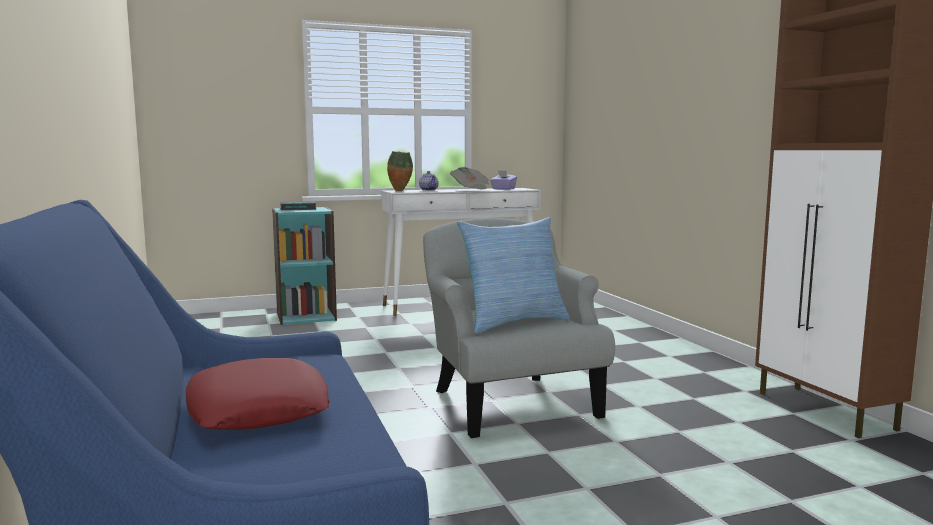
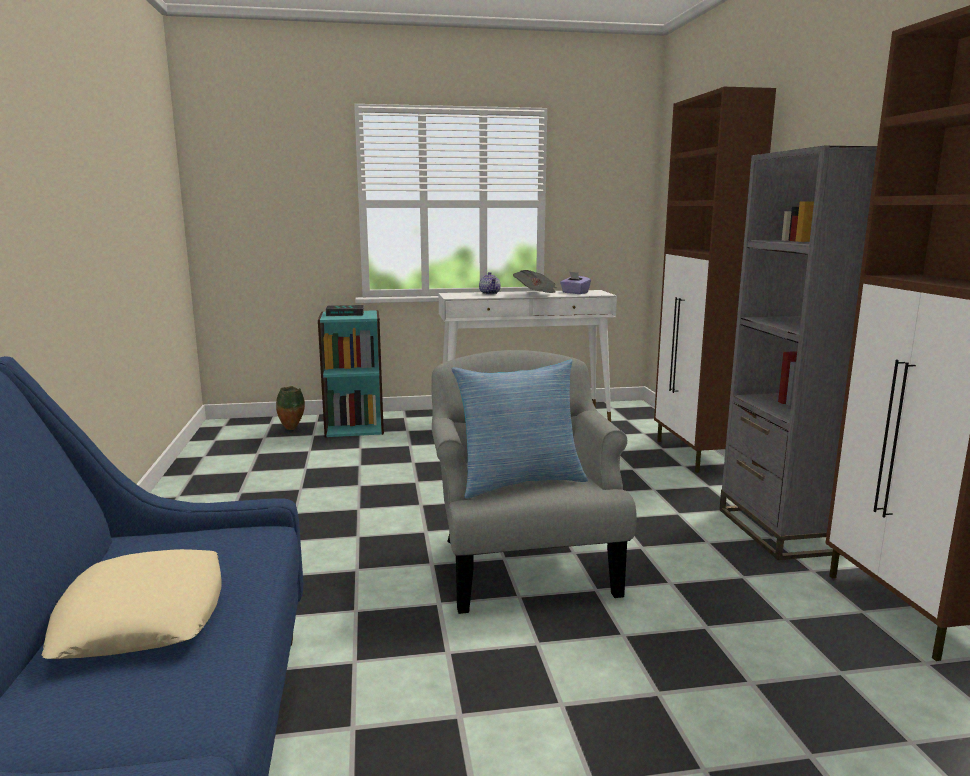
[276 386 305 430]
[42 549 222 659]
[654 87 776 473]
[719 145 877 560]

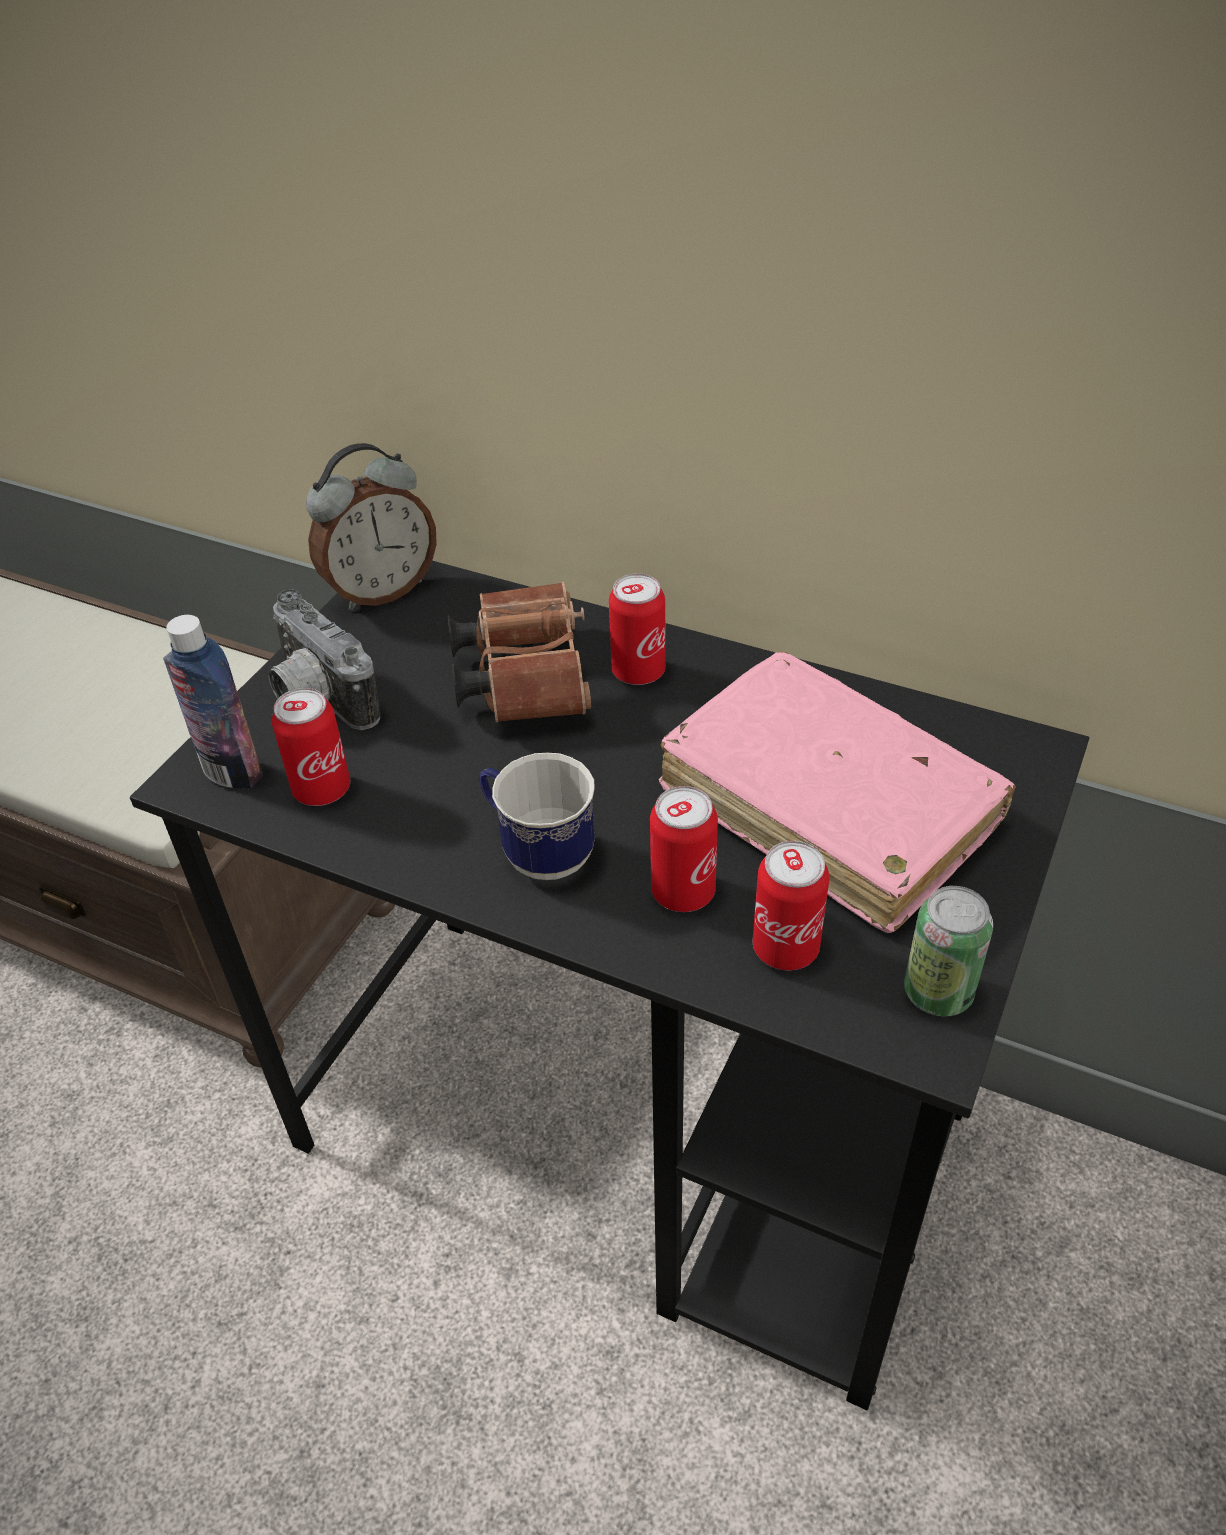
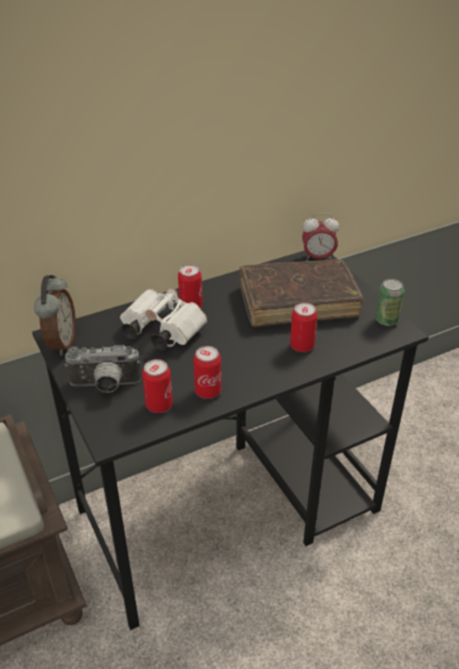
[120 289 207 350]
[163 615 263 789] (first image)
[239 259 364 327]
[479 753 595 880] (first image)
[194 346 221 399]
[302 213 339 261]

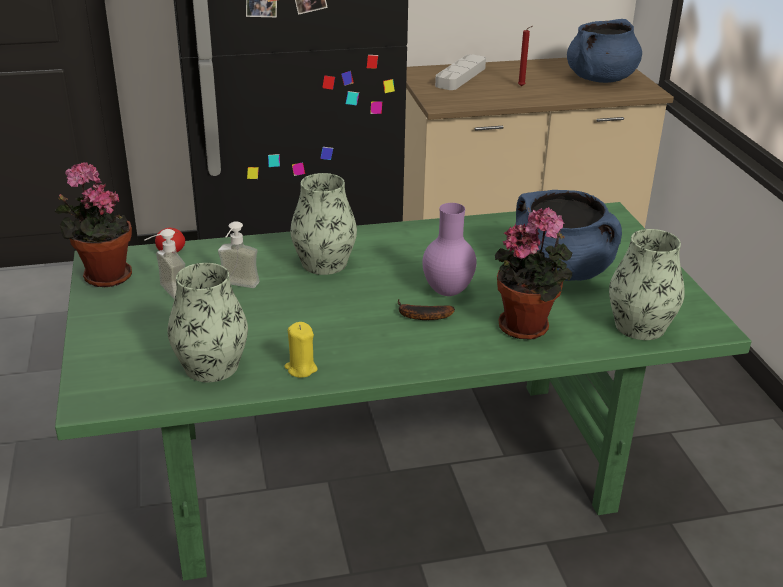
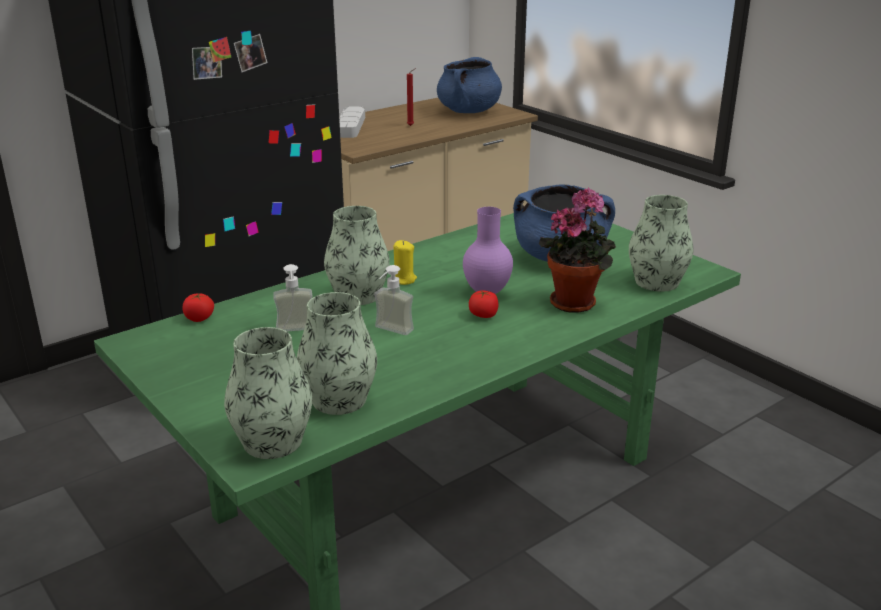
[55 162 132 287] (first image)
[374 265 414 335]
[469 290 498 318]
[393 240 417 285]
[224 327 312 459]

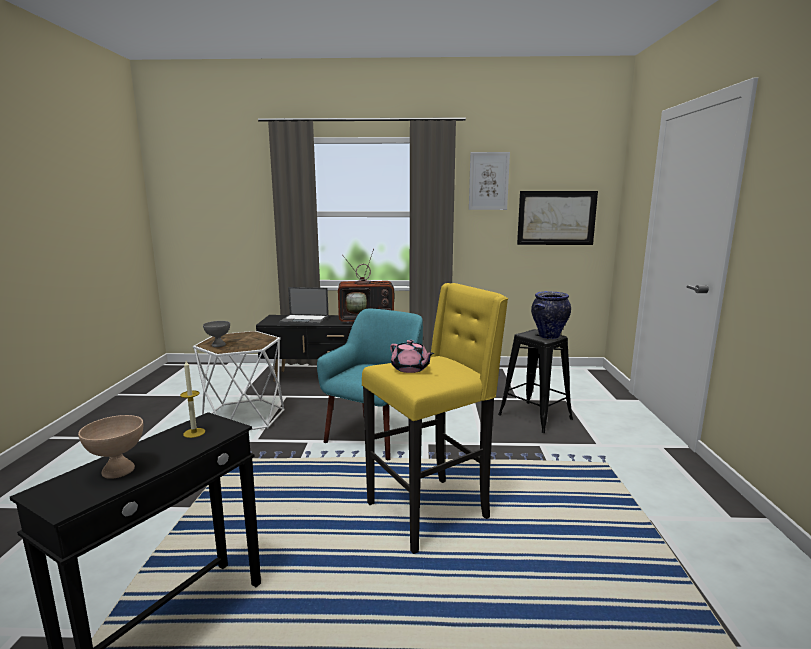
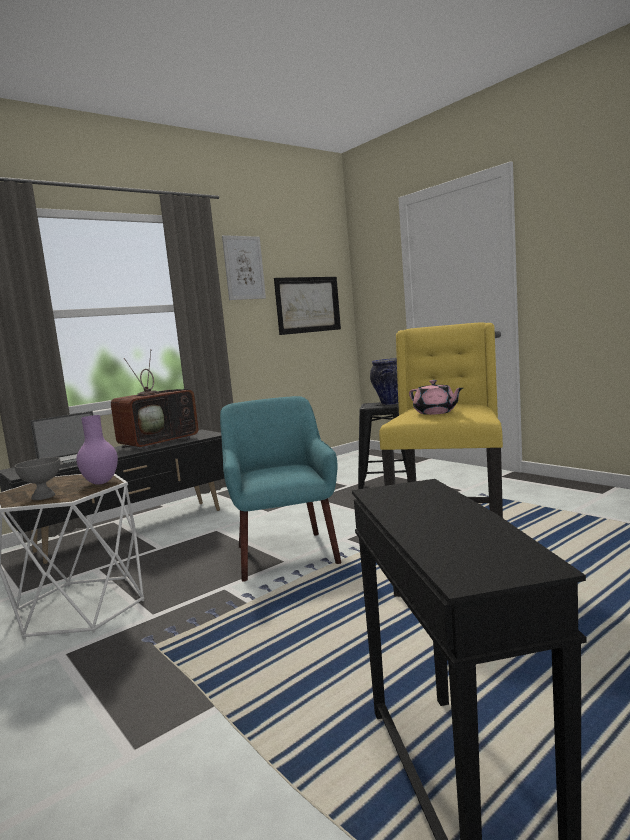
[409 380 463 415]
[180 361 205 438] (first image)
[78 415 143 479] (first image)
[76 415 118 485]

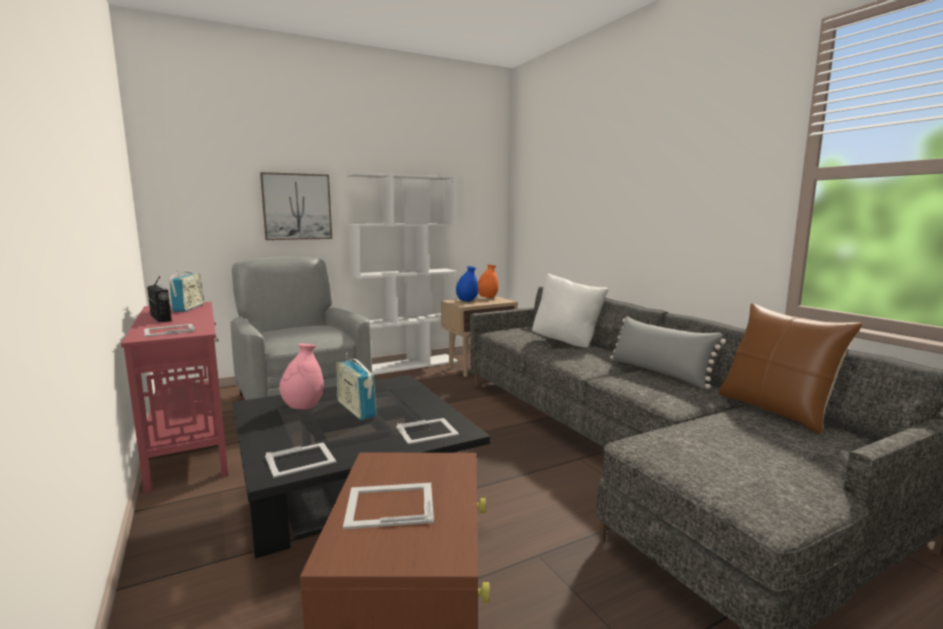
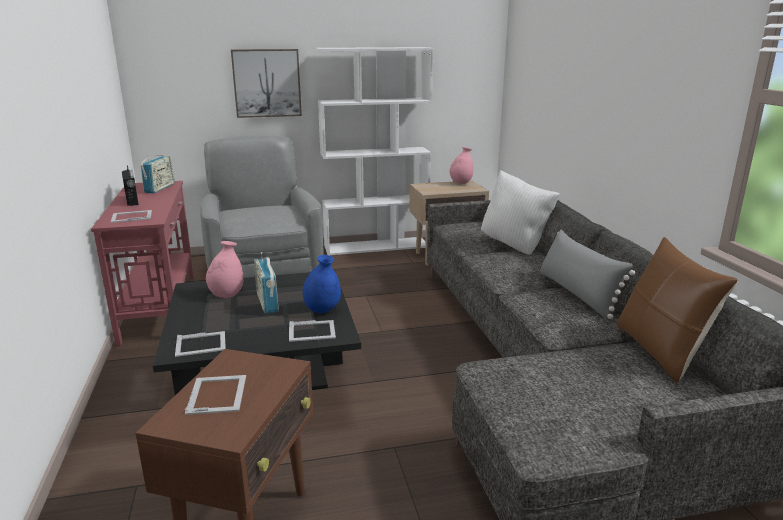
[450 147 473 184]
[303 255 341 313]
[185 375 246 415]

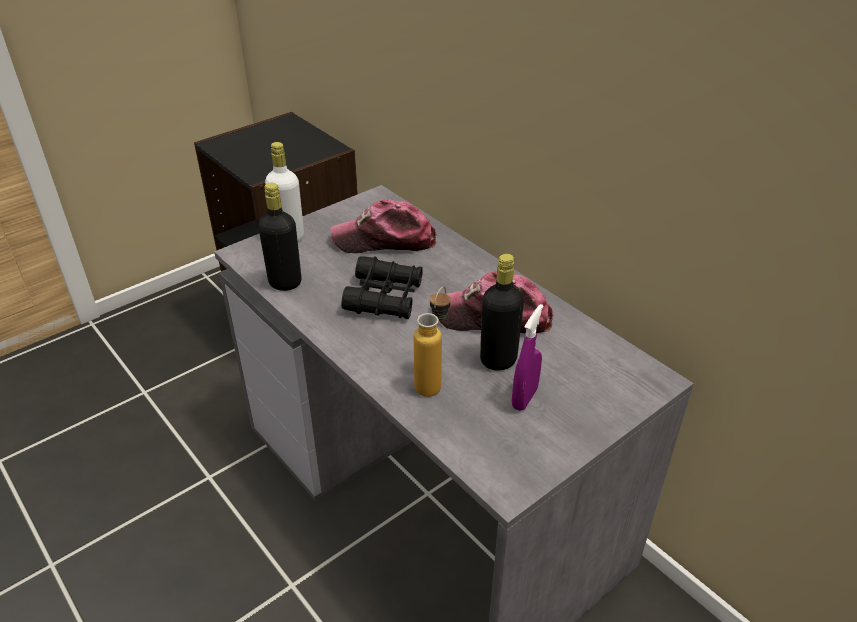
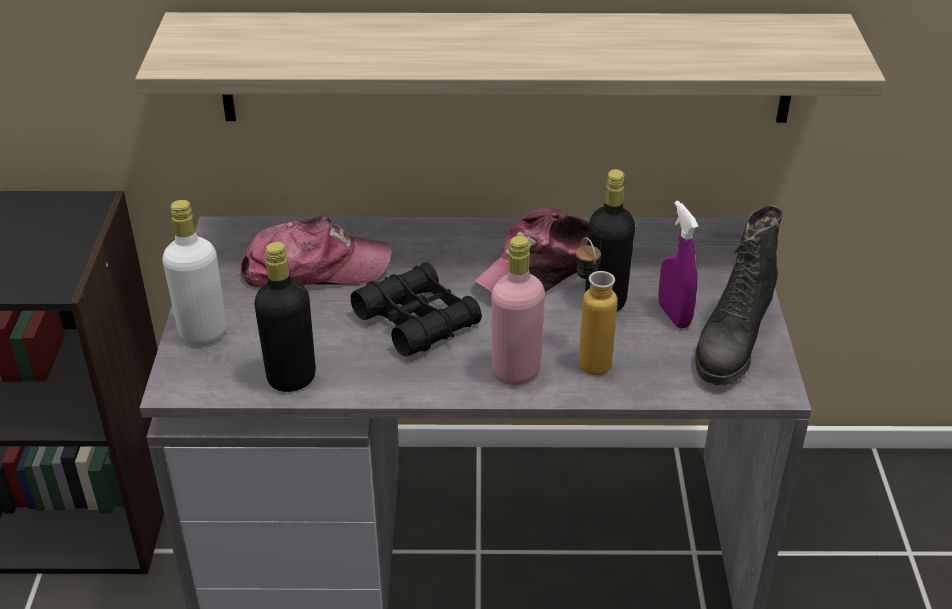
[240 215 392 287]
[135 12 886 123]
[695 205 783 385]
[491 236 545 385]

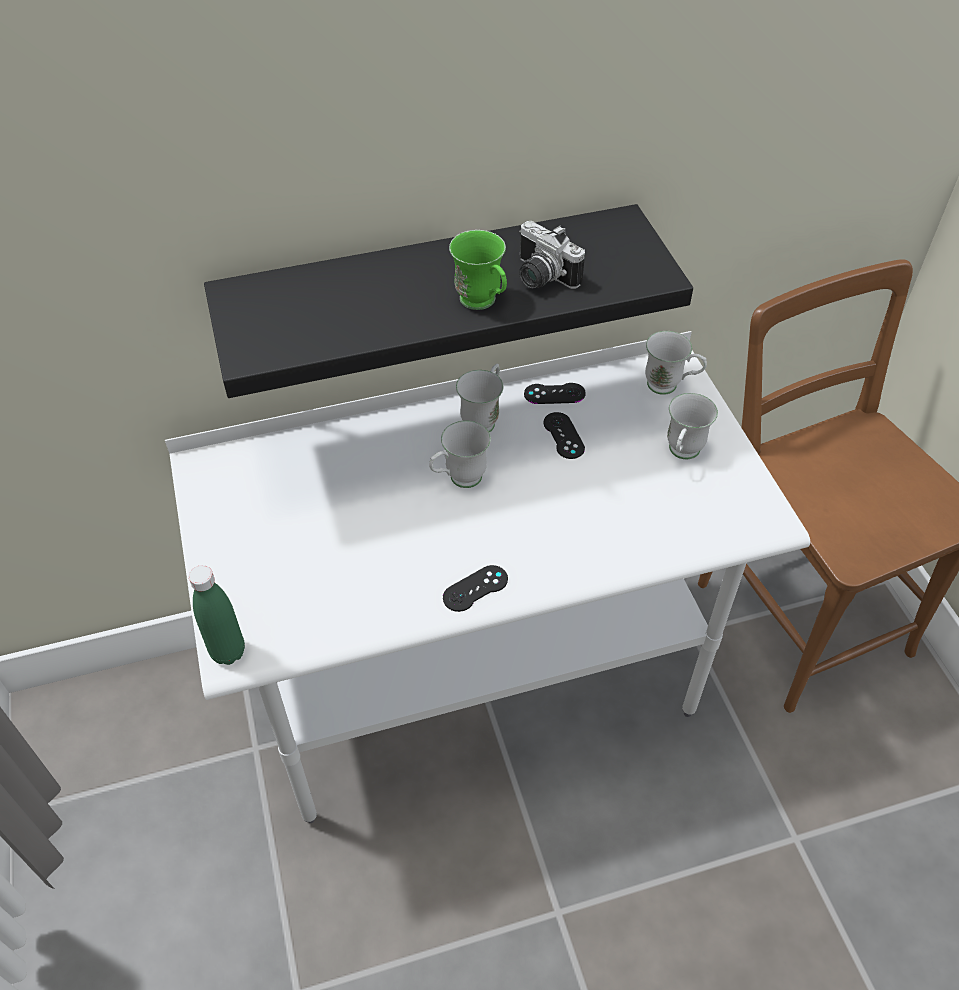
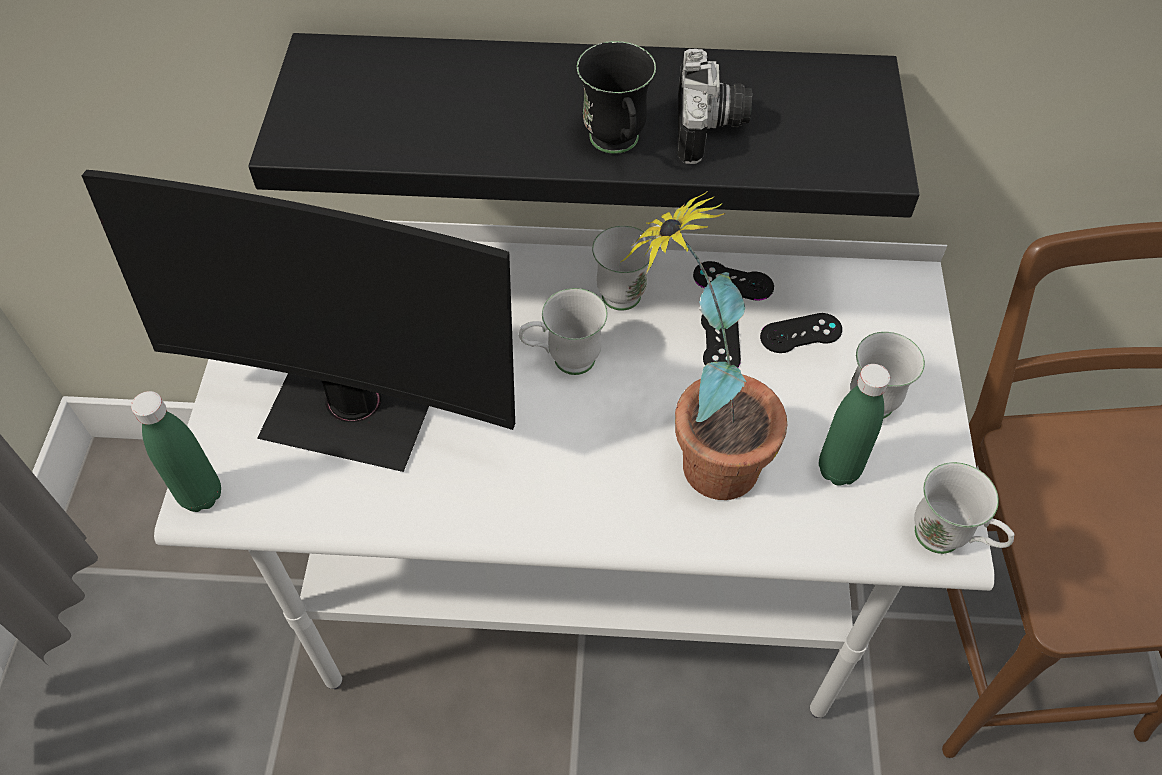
[678 49 752 164]
[577 41 656 154]
[914 462 1015 554]
[760 313 842 353]
[81 170 515 472]
[620 191 787 500]
[819 364 890 486]

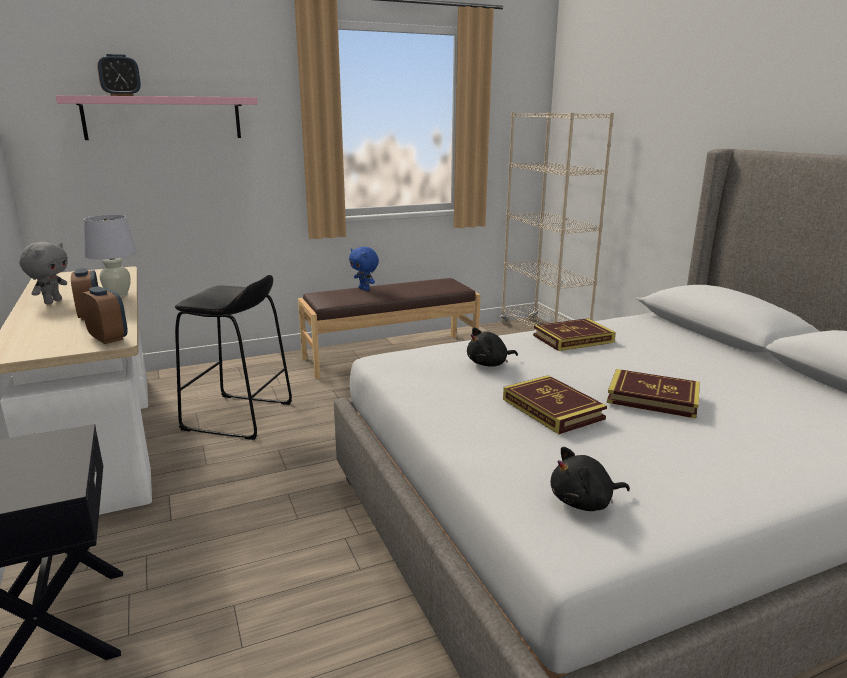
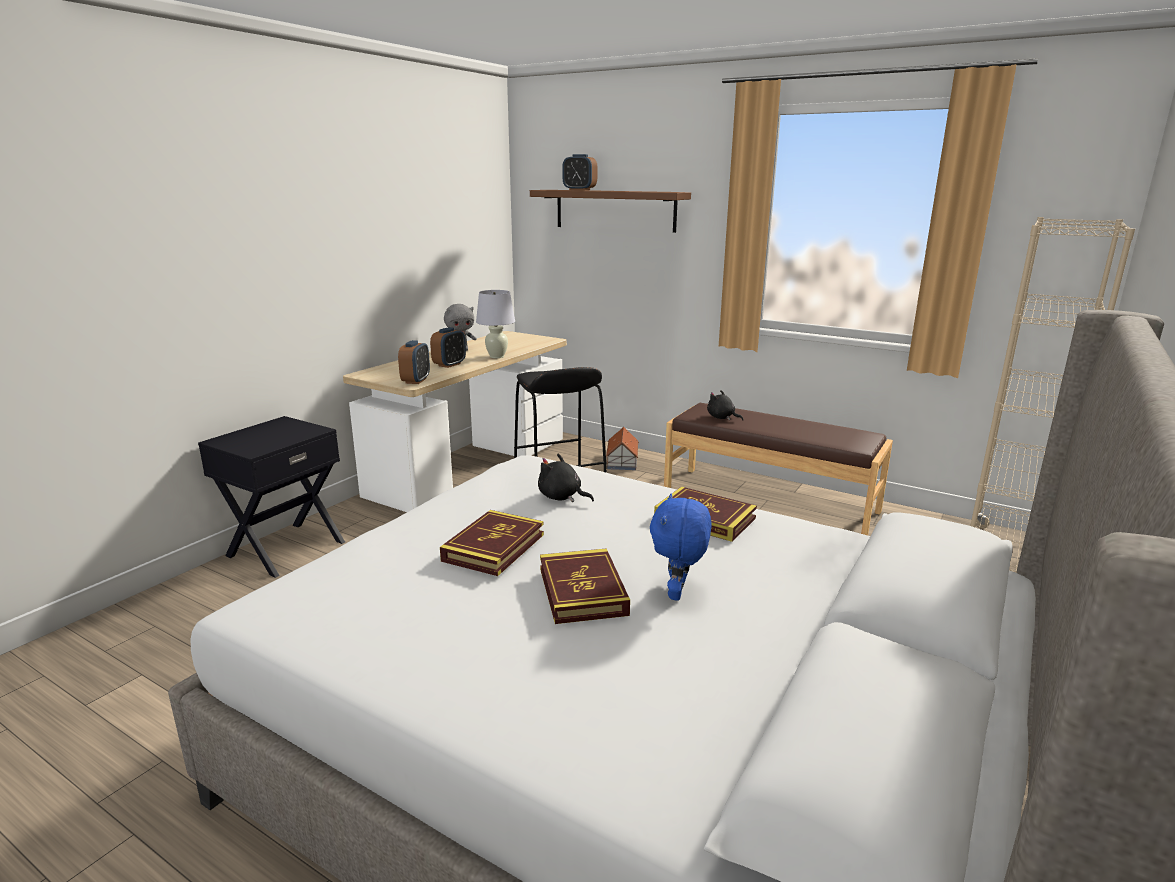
[530 190 691 233]
[650 493 712 601]
[707 390 743 421]
[606 427 639 470]

